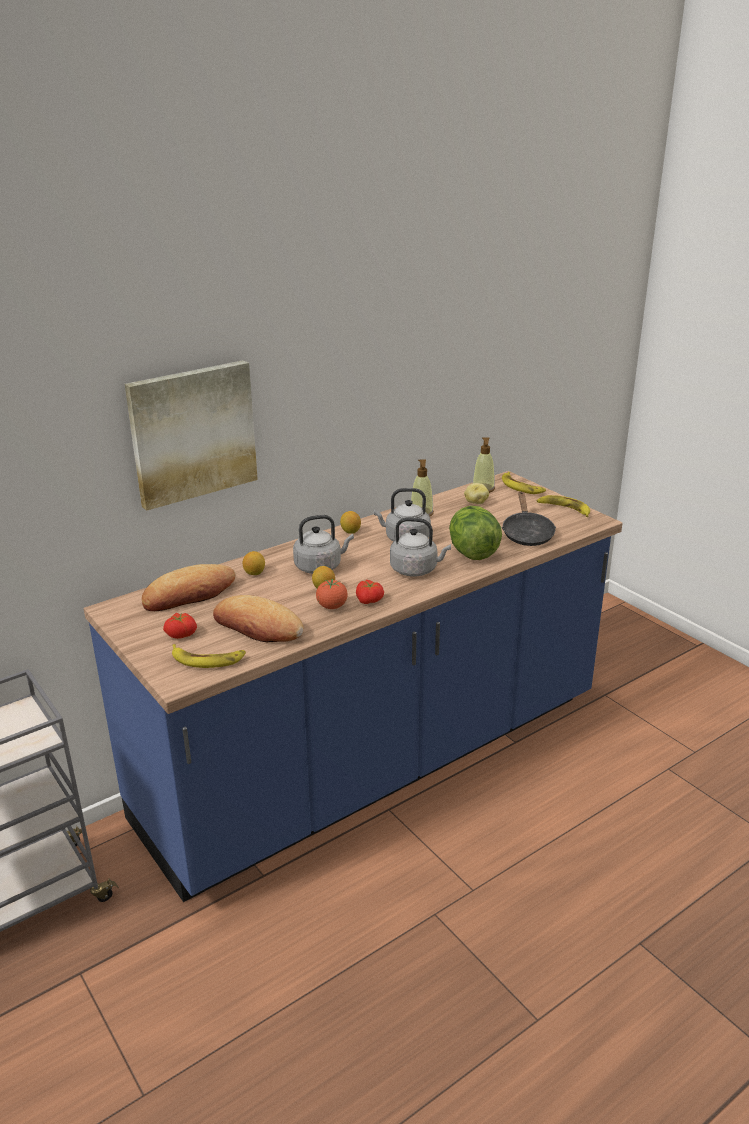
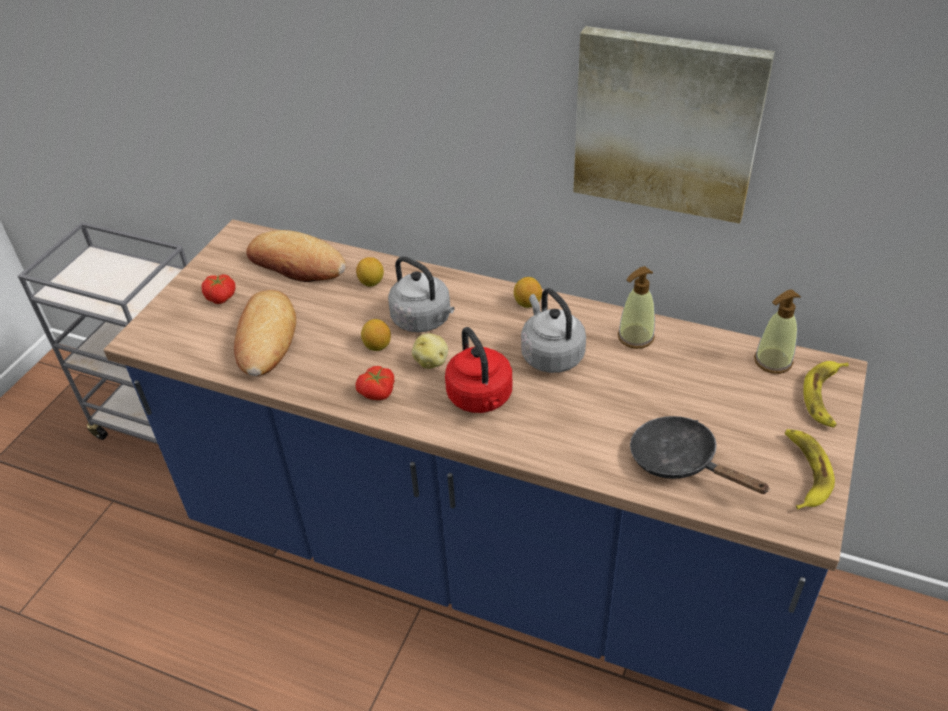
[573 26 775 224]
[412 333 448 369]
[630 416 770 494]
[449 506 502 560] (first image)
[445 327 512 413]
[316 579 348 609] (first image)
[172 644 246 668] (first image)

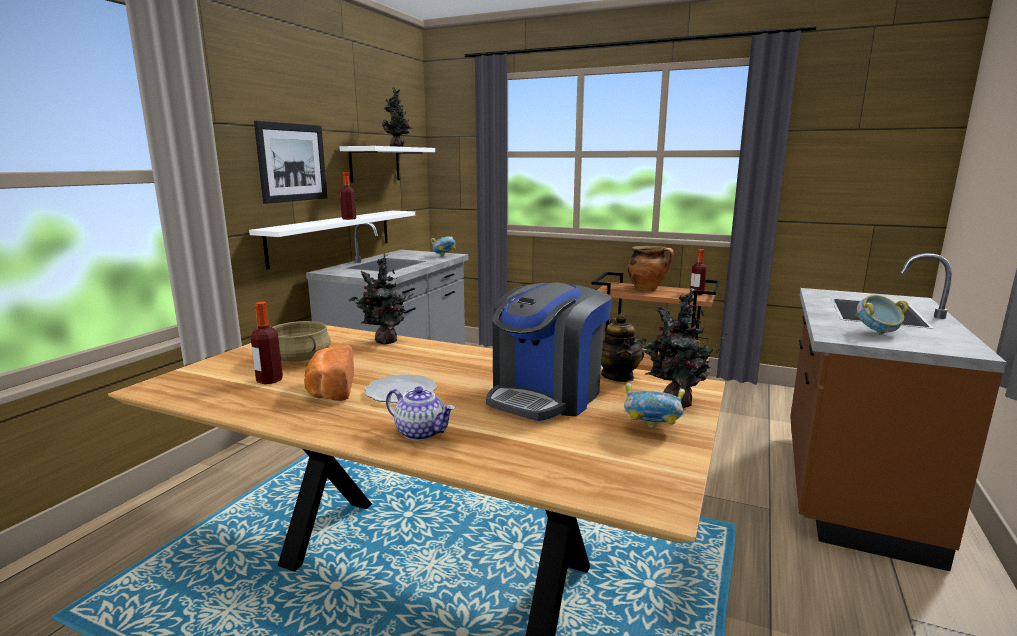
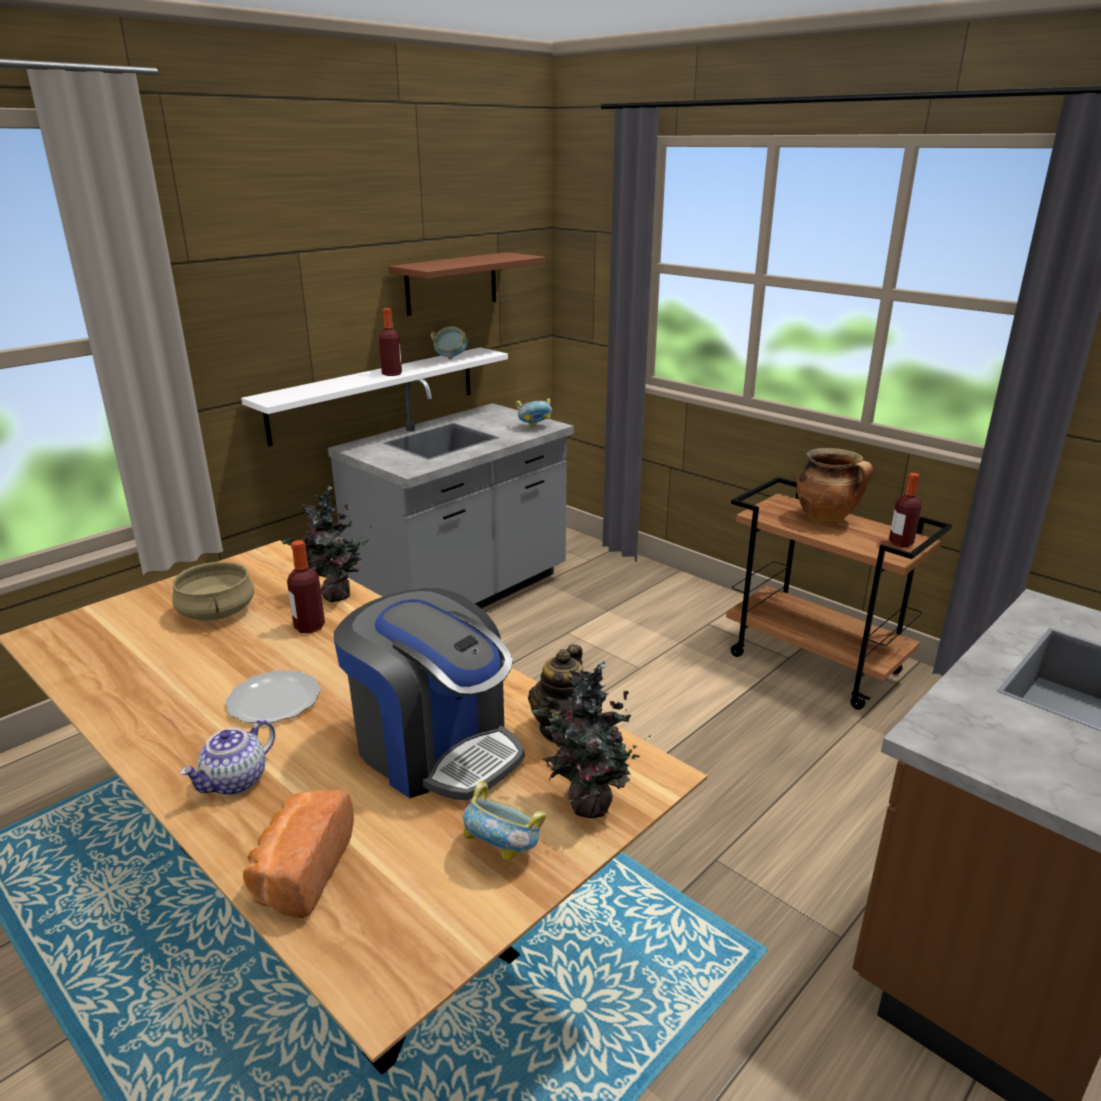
[382 87 413 147] (first image)
[254 121 327 204] (first image)
[388 252 545 316]
[334 588 525 800]
[431 326 468 359]
[287 540 325 633]
[243 790 354 918]
[180 719 275 795]

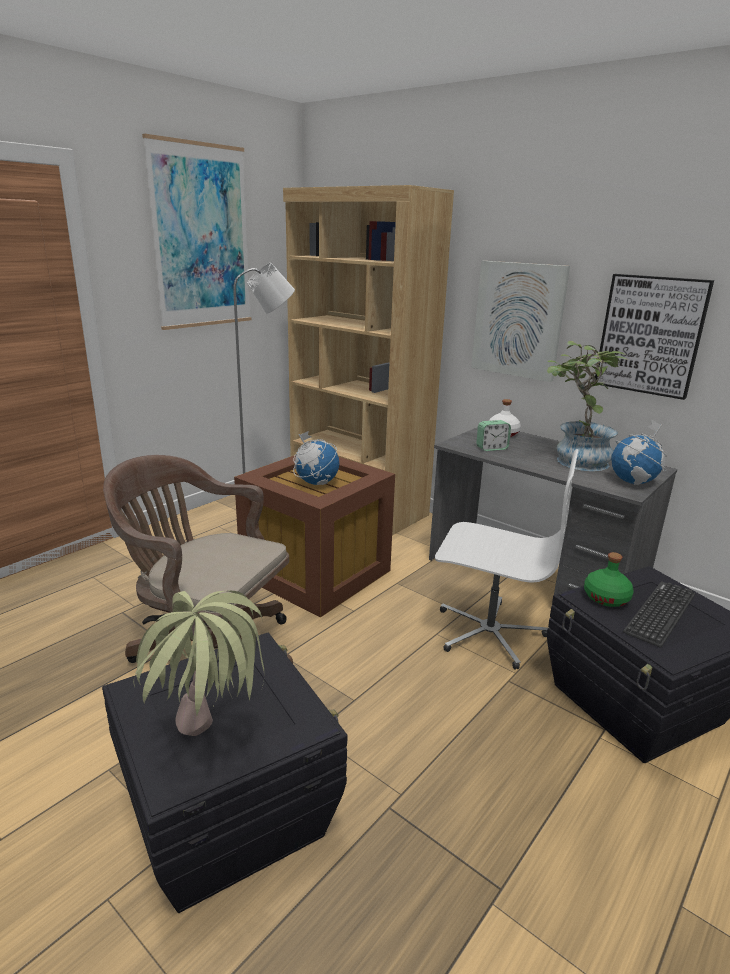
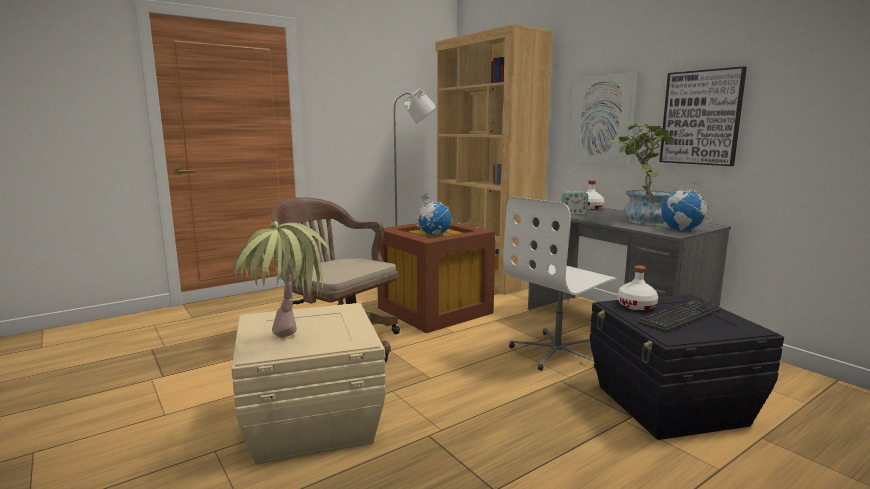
[142 134 251 330] (first image)
[503 196 617 371]
[617 265 658 311]
[232 303 386 465]

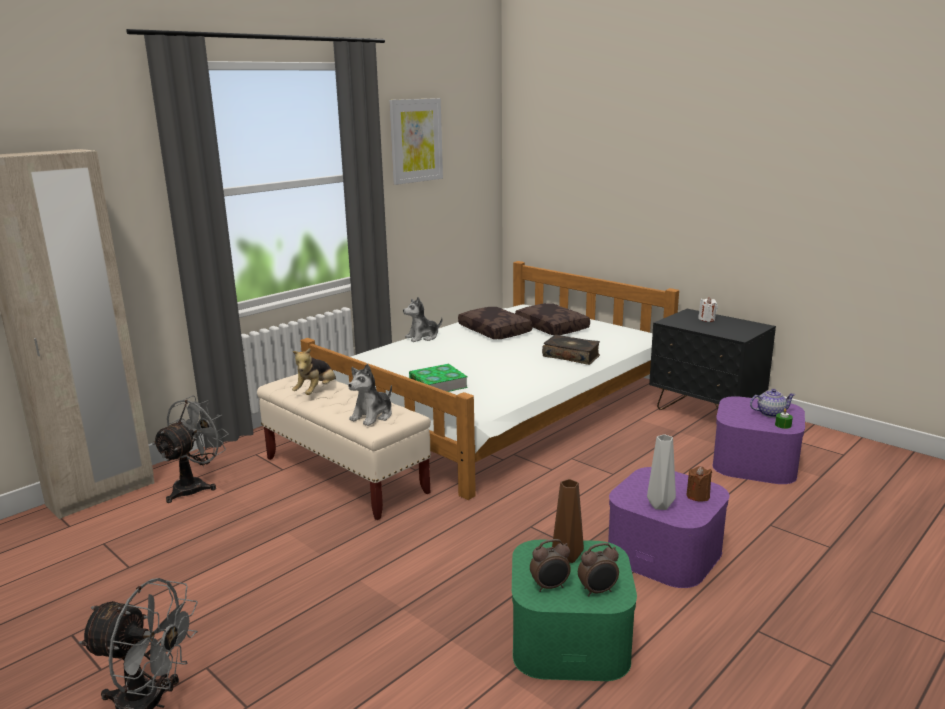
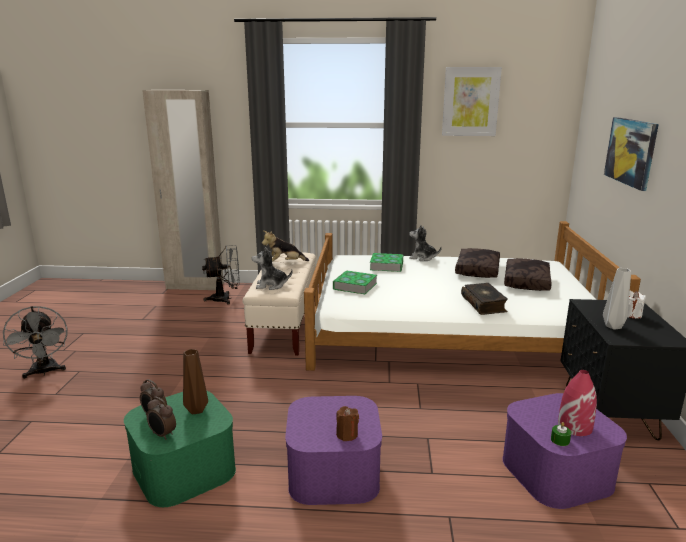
[558 370 597 436]
[603 268 631 330]
[604 117 659 191]
[370 253 403 272]

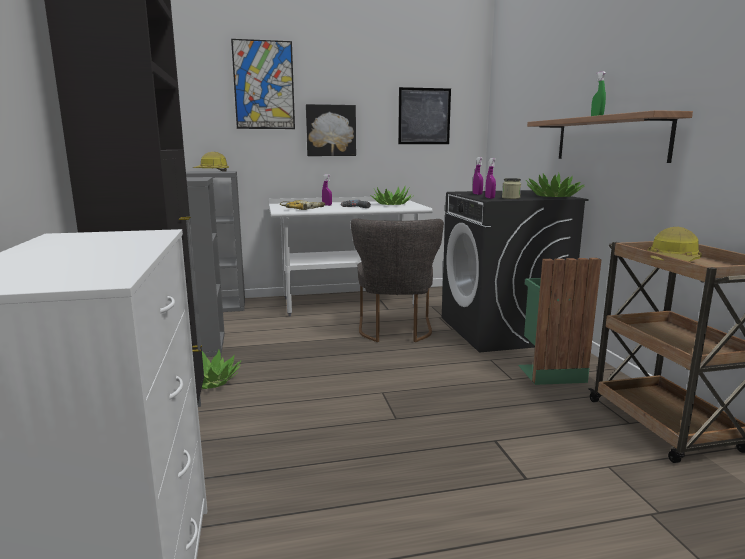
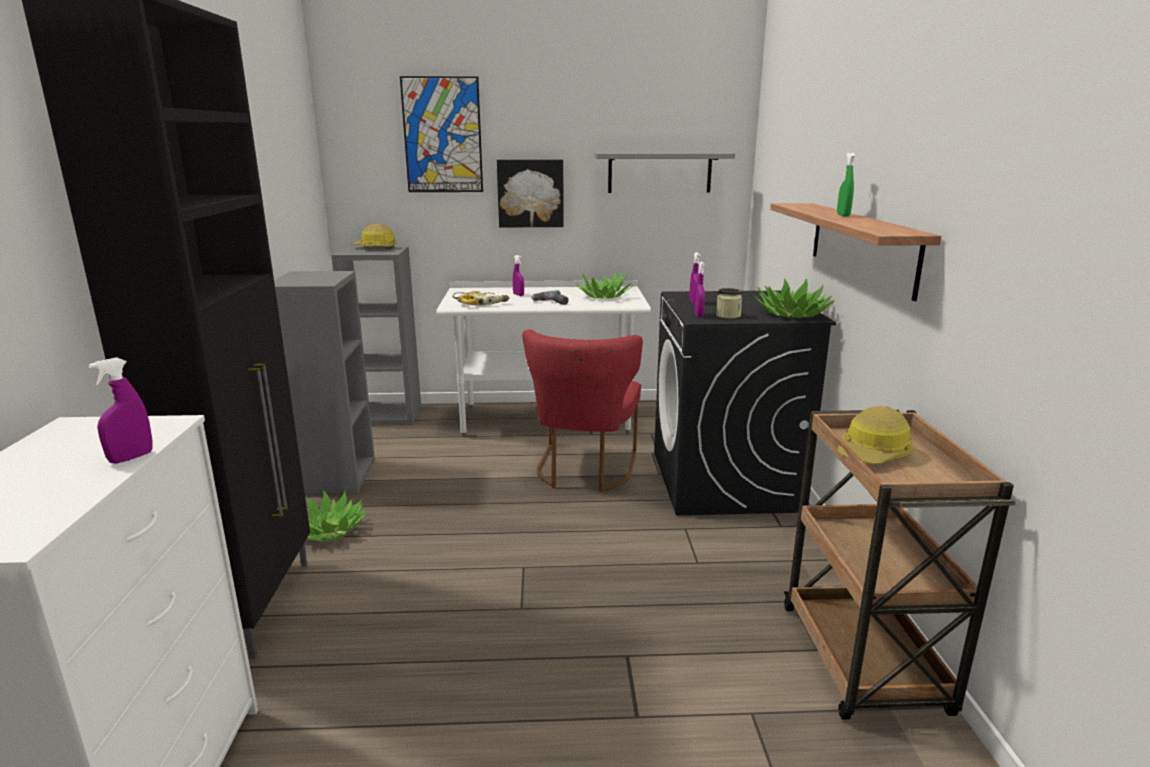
[594 153 735 193]
[522 329 643 492]
[518 258 601 385] (first image)
[89 357 153 464]

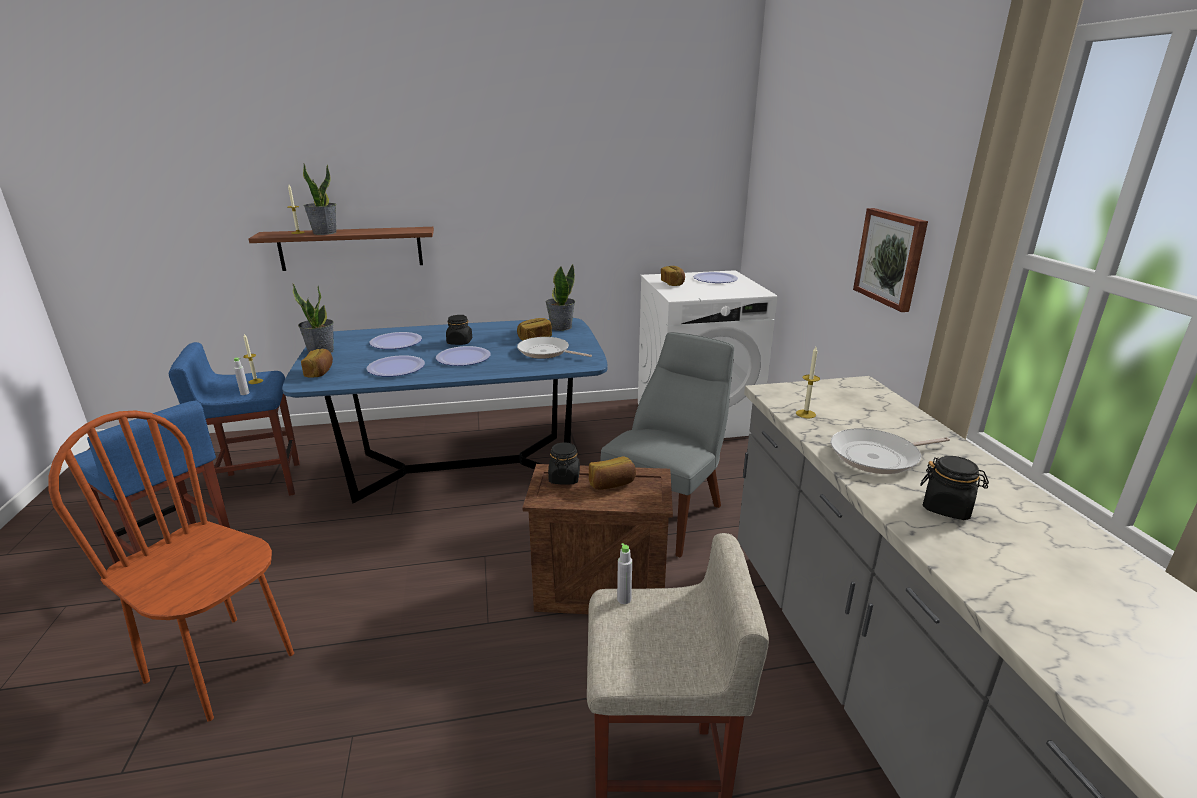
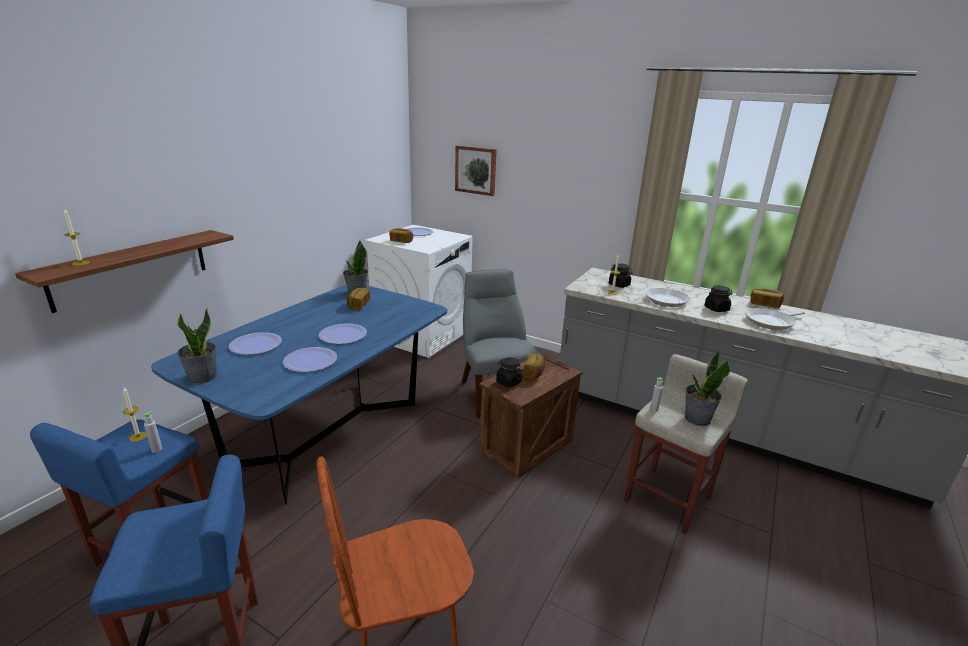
[685 351 730 426]
[455 146 497 196]
[609 263 633 288]
[745 308 805 330]
[750 288 784 308]

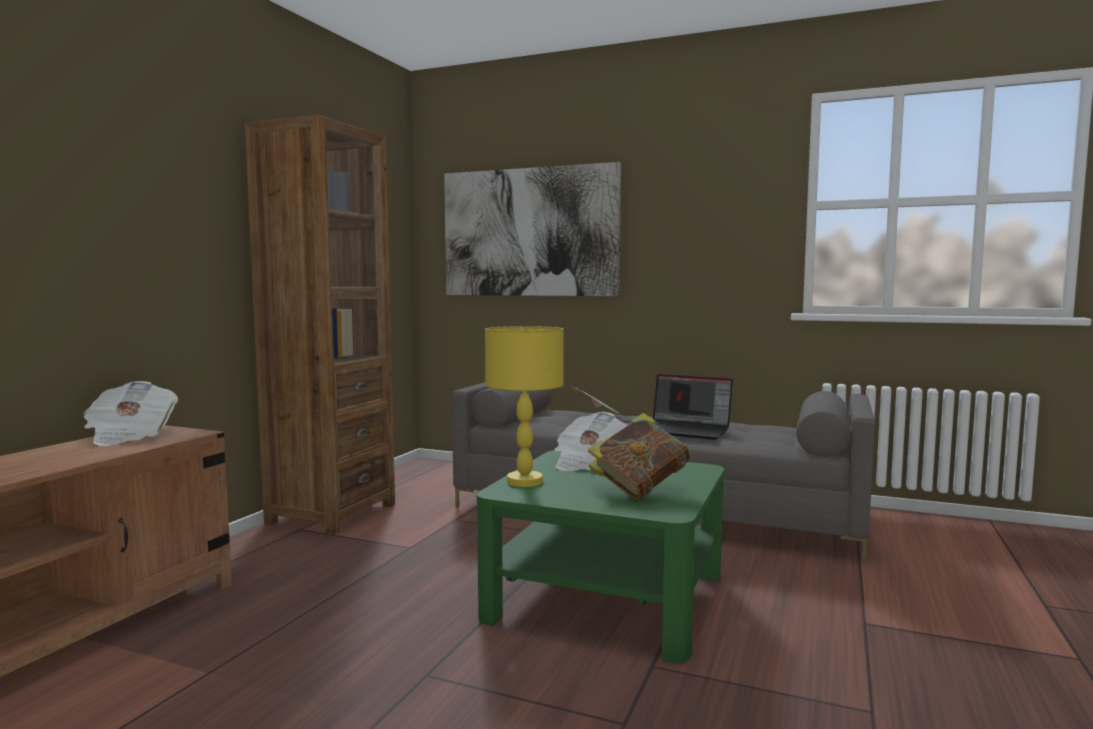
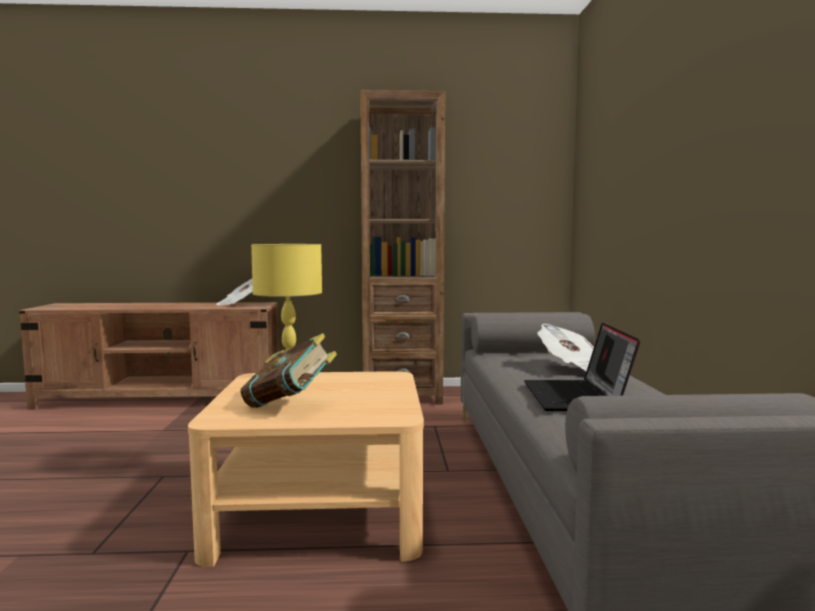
[444 162 621 296] (first image)
[555 412 628 471] (first image)
[188 371 424 567]

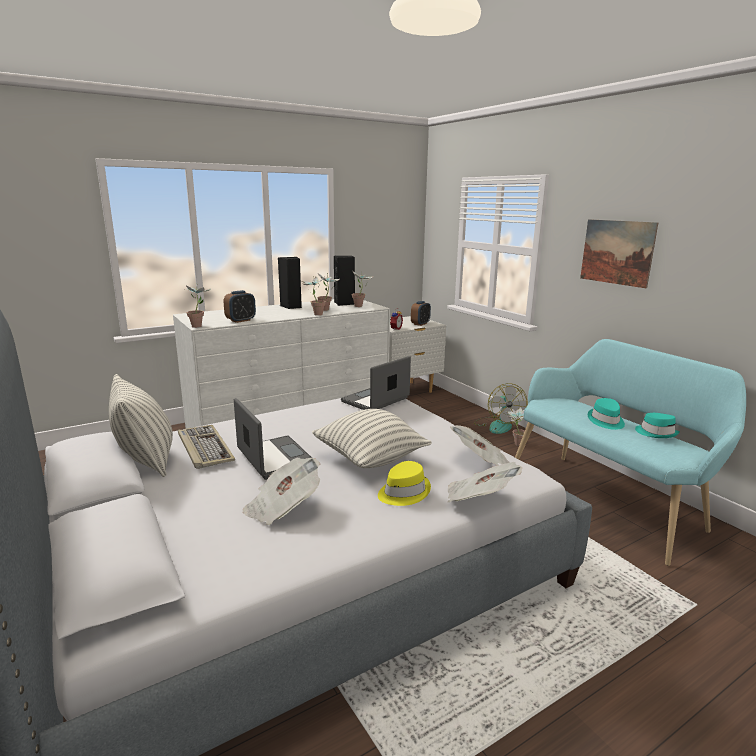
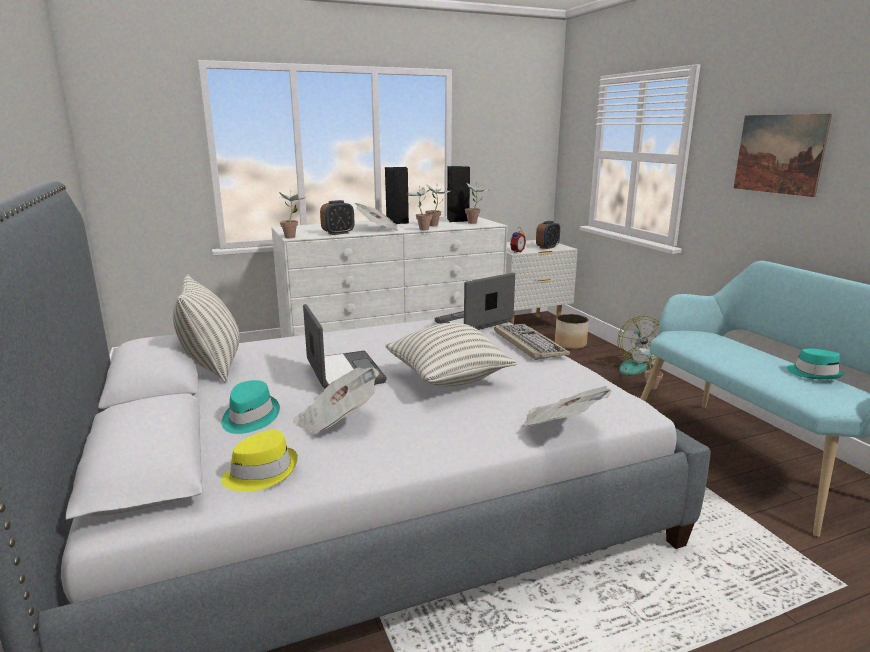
[221 380 280 434]
[494 324 570 360]
[355 203 398 231]
[221 430 298 492]
[555 314 589 349]

